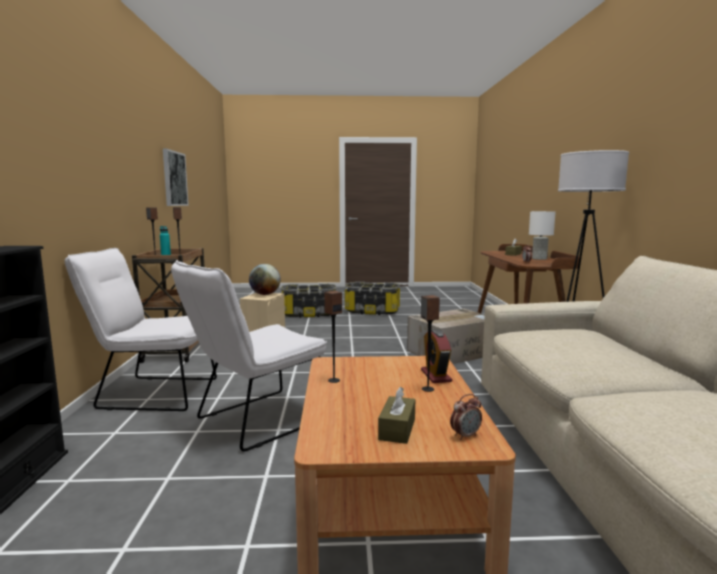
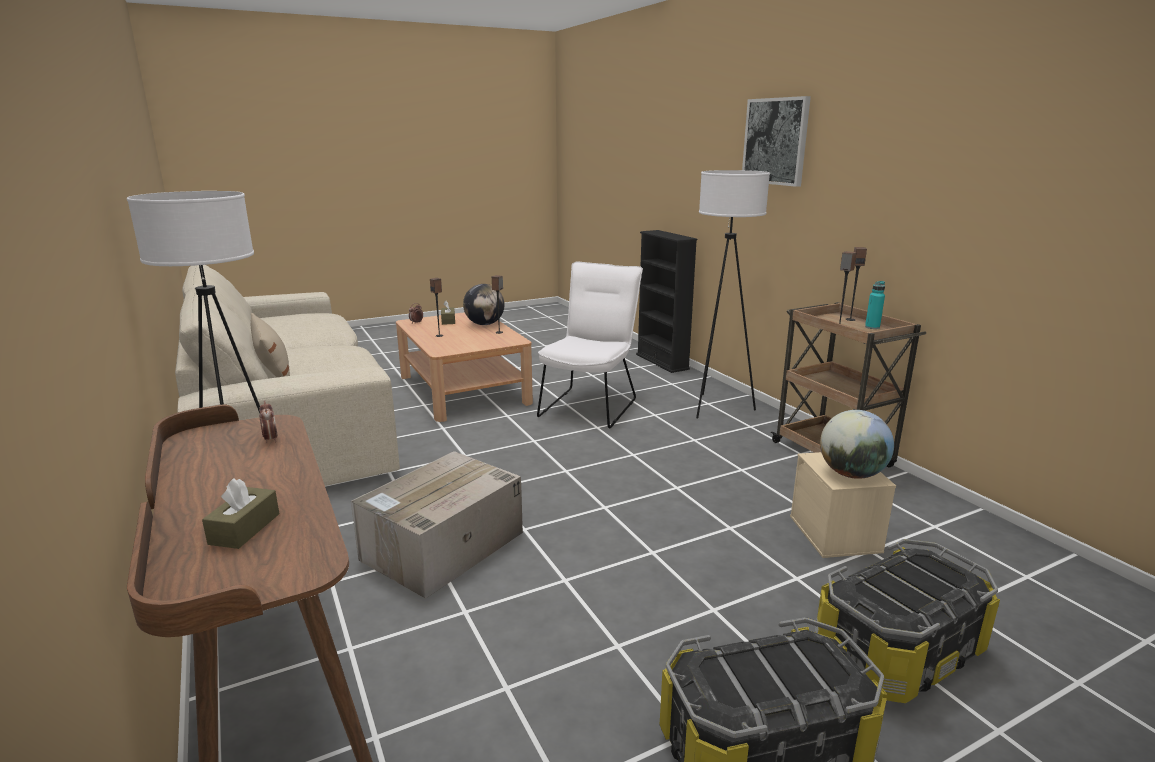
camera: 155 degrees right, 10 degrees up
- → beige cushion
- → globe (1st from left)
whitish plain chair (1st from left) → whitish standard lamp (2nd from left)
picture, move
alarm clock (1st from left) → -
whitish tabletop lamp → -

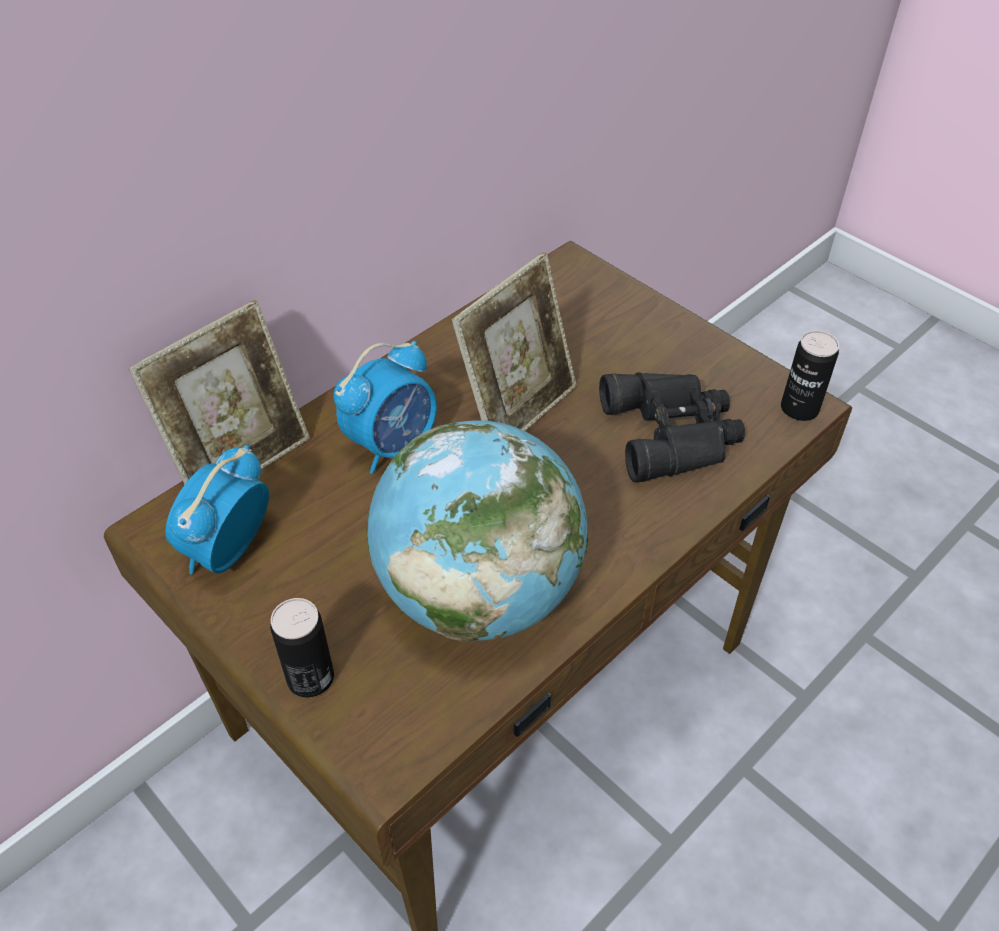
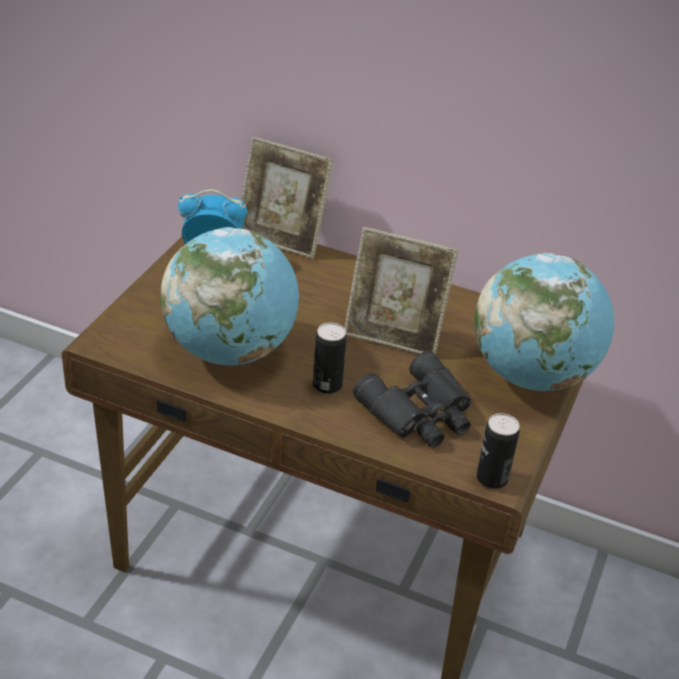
camera: 65 degrees right, 10 degrees down
sealed can (1st from left), move
- → globe (2nd from left)
alarm clock (2nd from left) → -

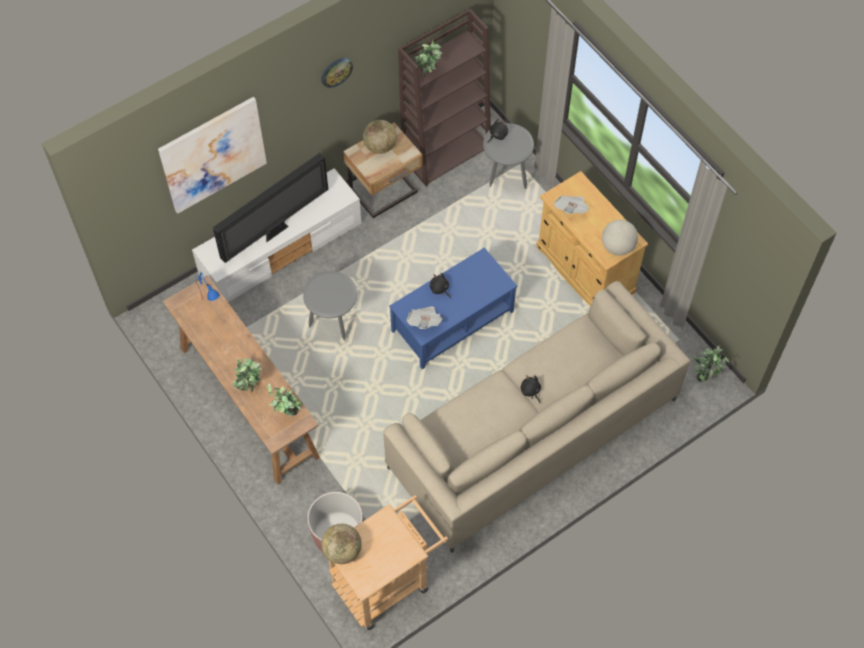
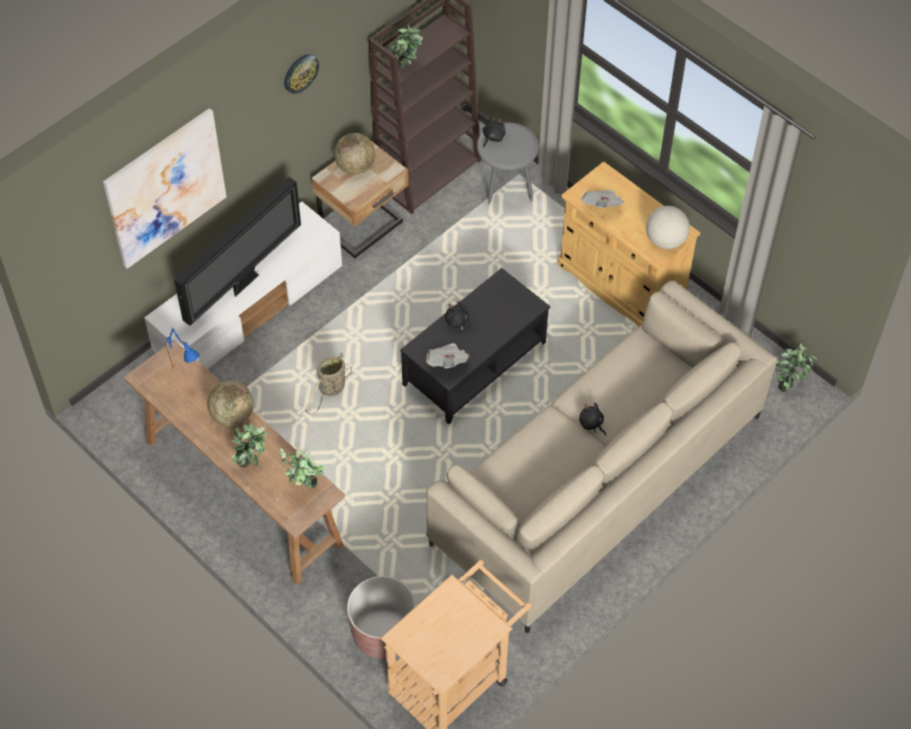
camera: 10 degrees left, 5 degrees down
globe (1st from left), move
greyish end table (1st from left) → storage basket
blue coffee table → black coffee table

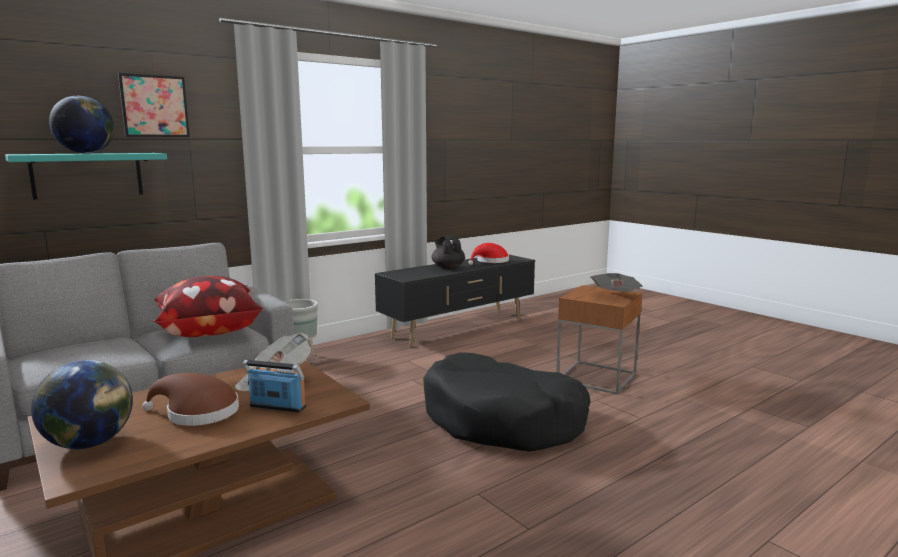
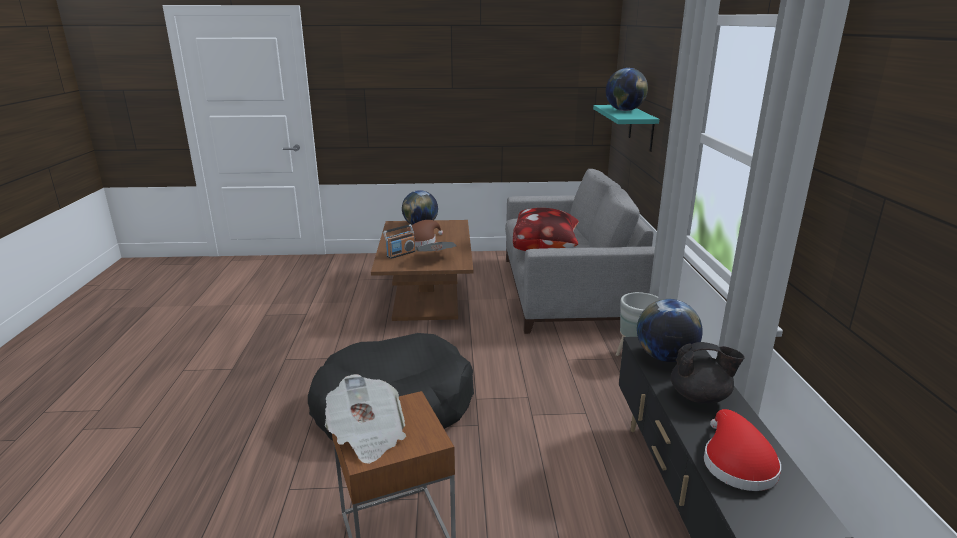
camera: 125 degrees right, 10 degrees up
- → globe (3rd from left)
picture → -

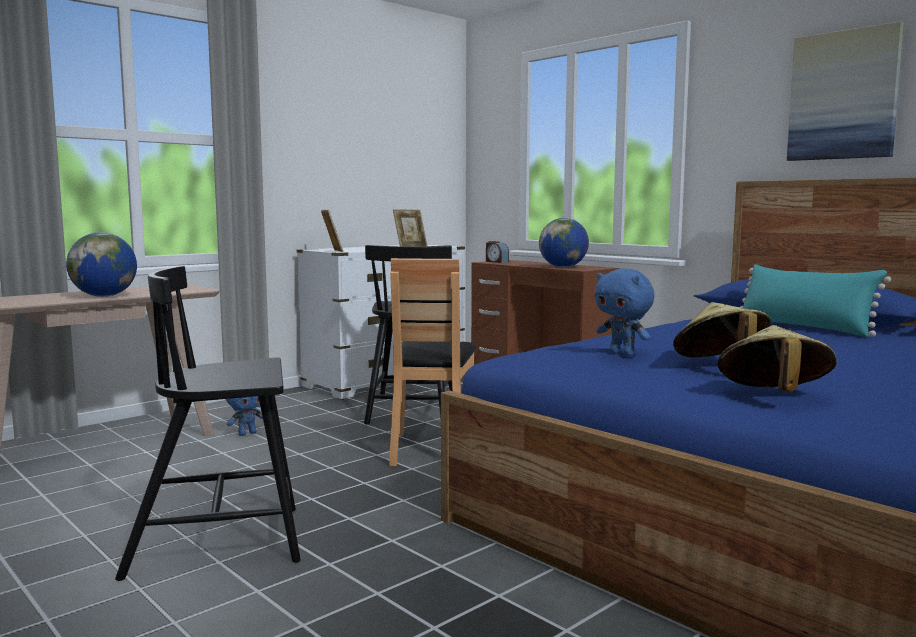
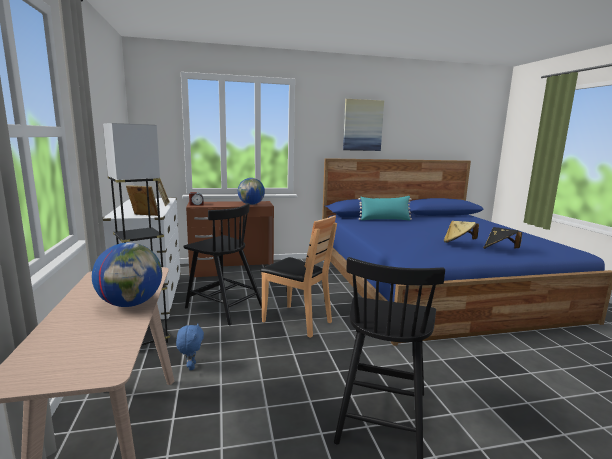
camera: 60 degrees left, 5 degrees up
- → greyish standard lamp
beige hat (2nd from left) → black hat
blue cuddly toy (2nd from left) → -

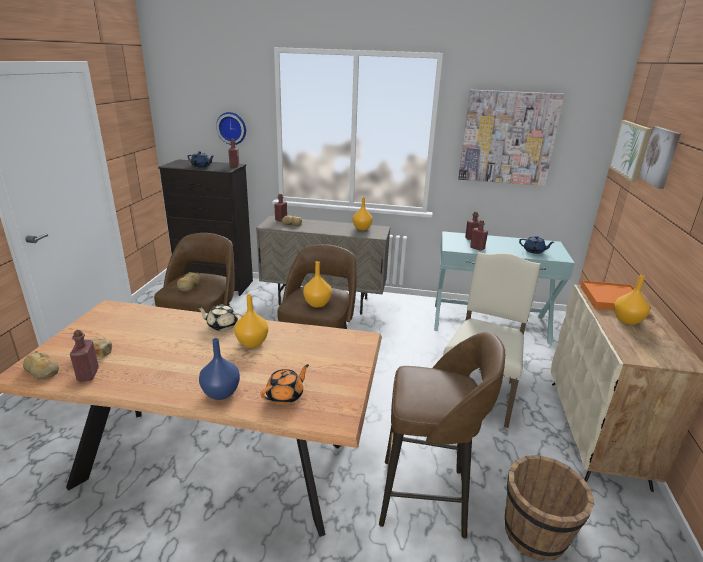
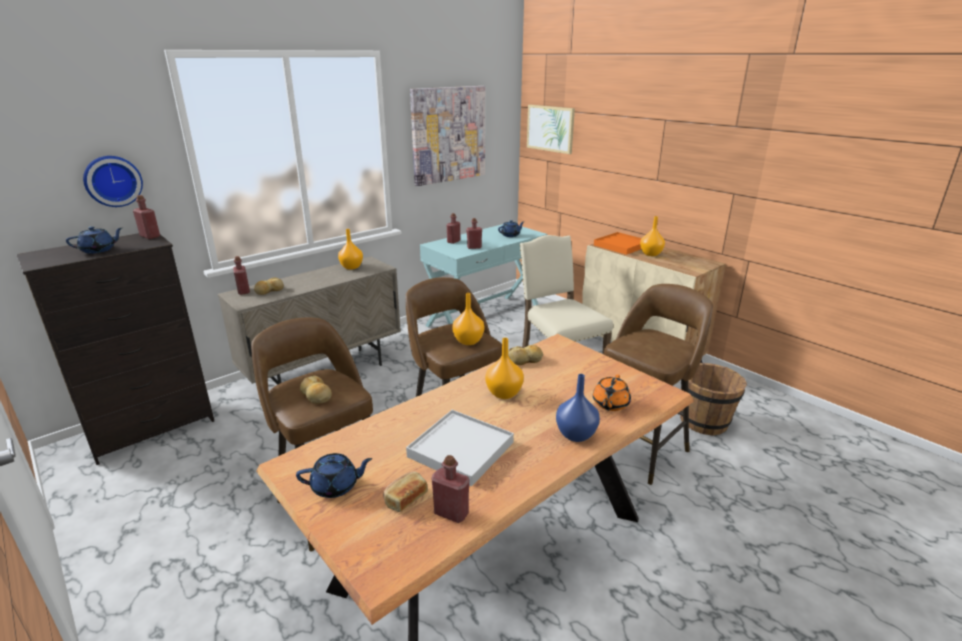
camera: 50 degrees left, 0 degrees up
- → blue pot for tea (2nd from left)
- → whitish serving tray
baked bread (1st from left in the first image) → baked bread (4th from left), move
orange-coloured pot for tea, 150 degrees counterclockwise
beige pot for tea → -
picture (3rd from left) → -

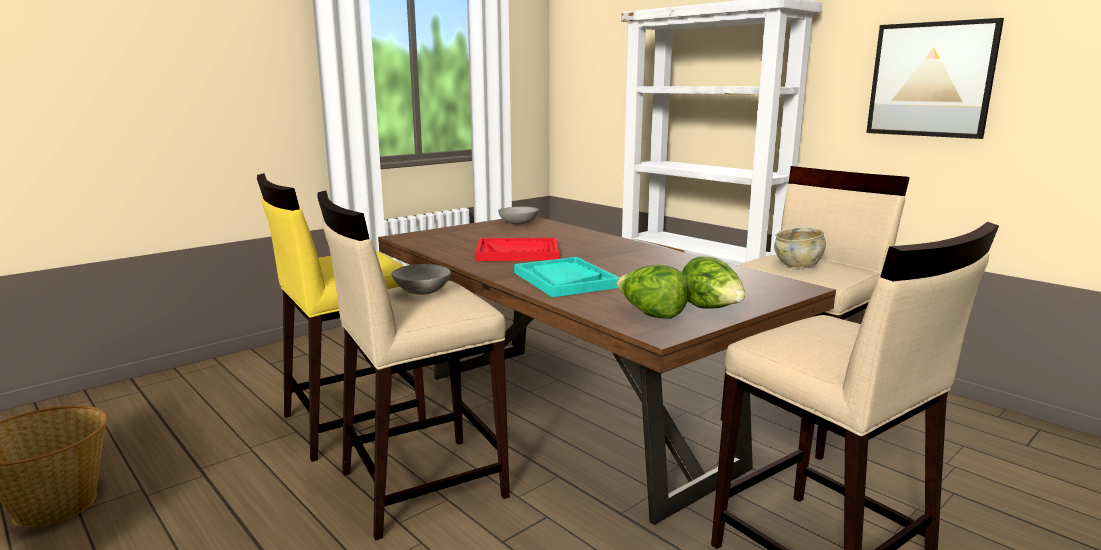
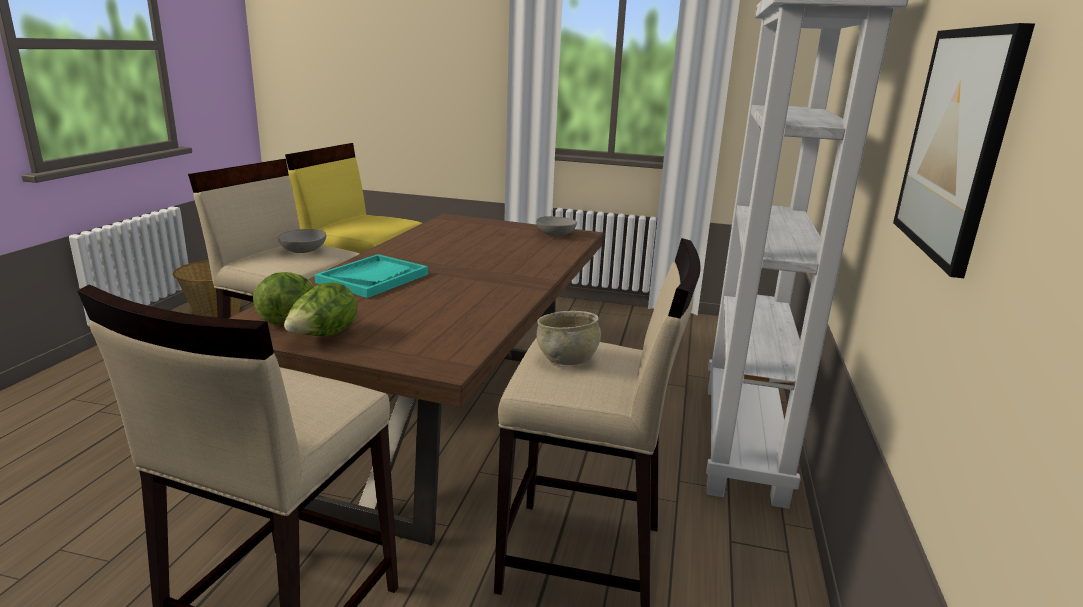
camera: 55 degrees right, 5 degrees up
red serving tray → -

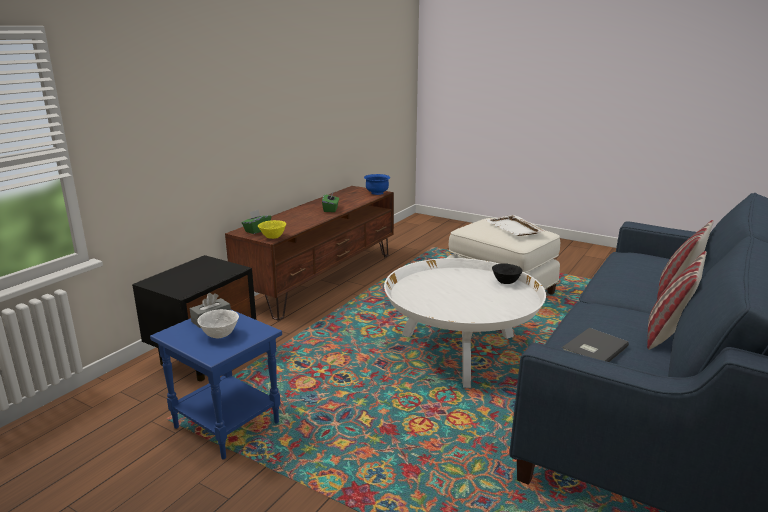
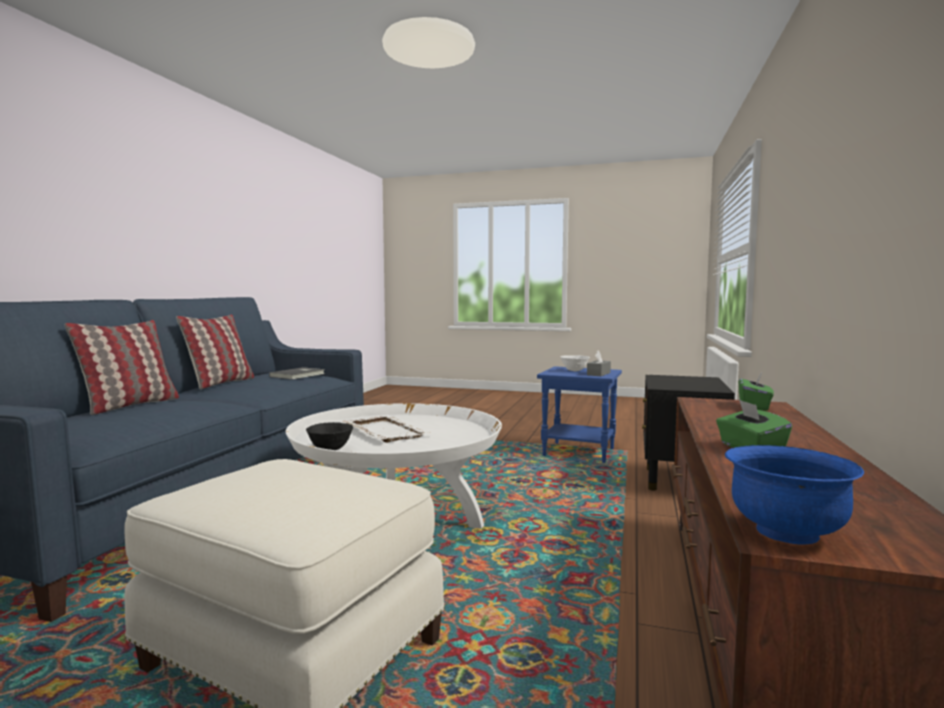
camera: 165 degrees right, 15 degrees down
whitish serving tray, move
yellow-coloured deep dish → -

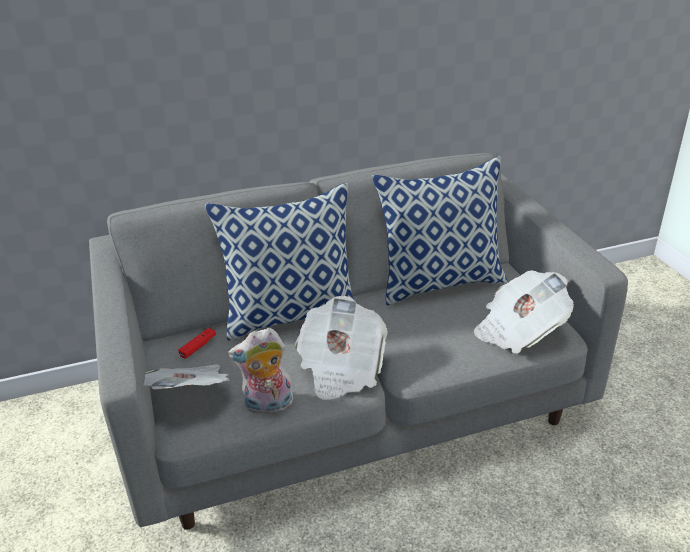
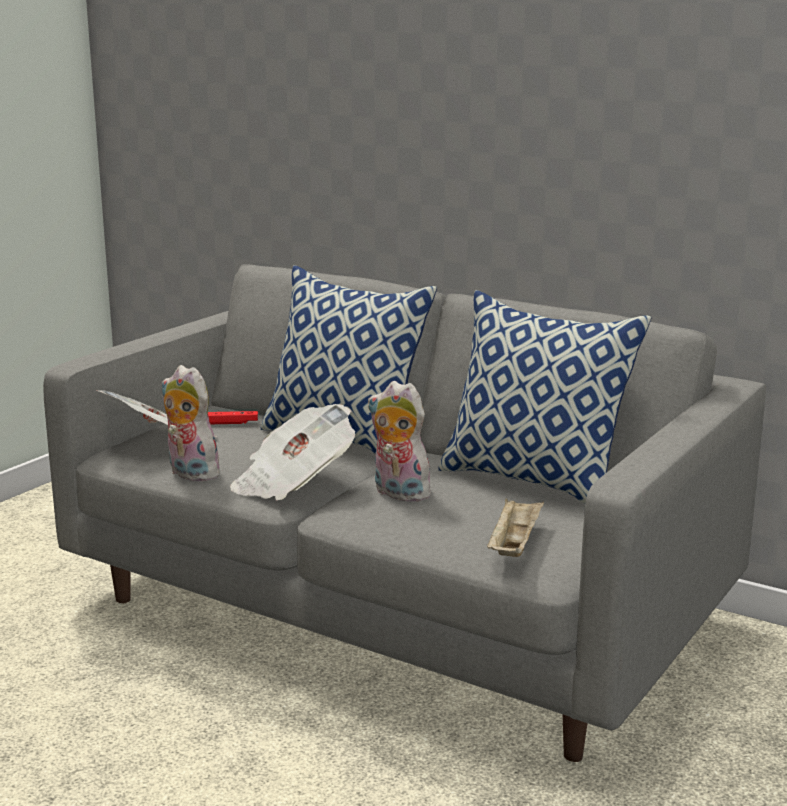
camera: 50 degrees right, 15 degrees down
- → cuddly toy (2nd from left)
daily paper (3rd from left) → beige serving tray

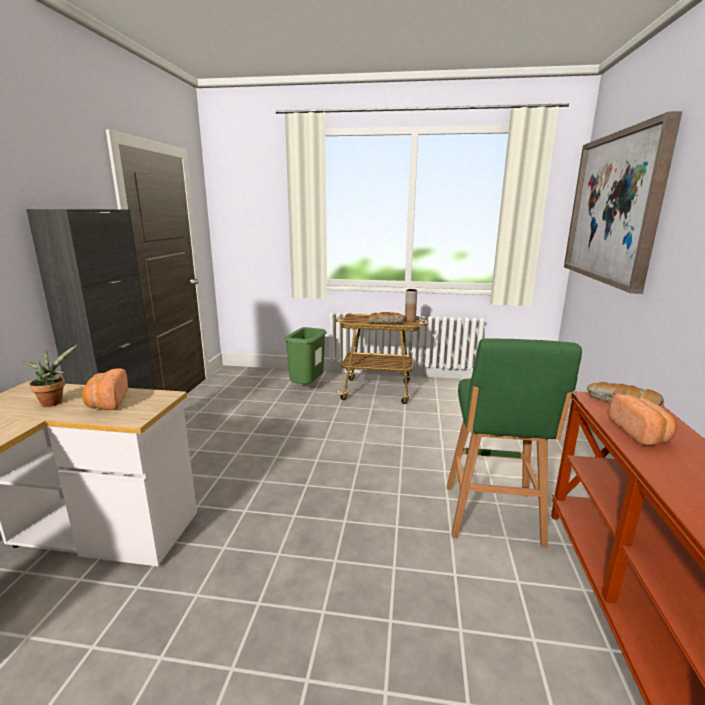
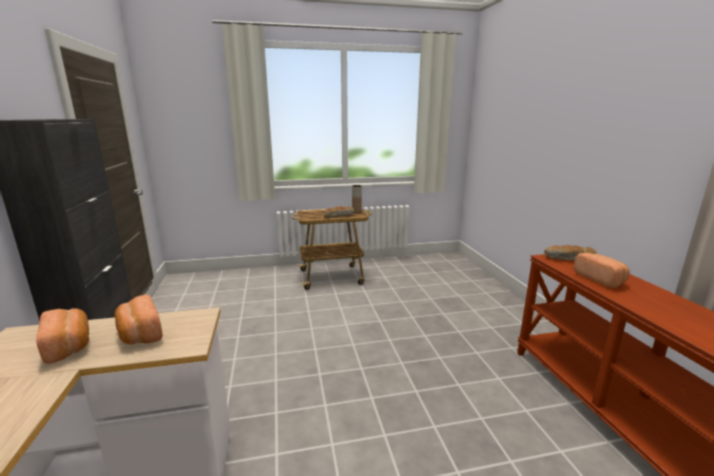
camera: 20 degrees left, 0 degrees up
plant in a pot → baked bread (1st from left)
greenish waste bin → -
greenish stool seat → -
picture → -

